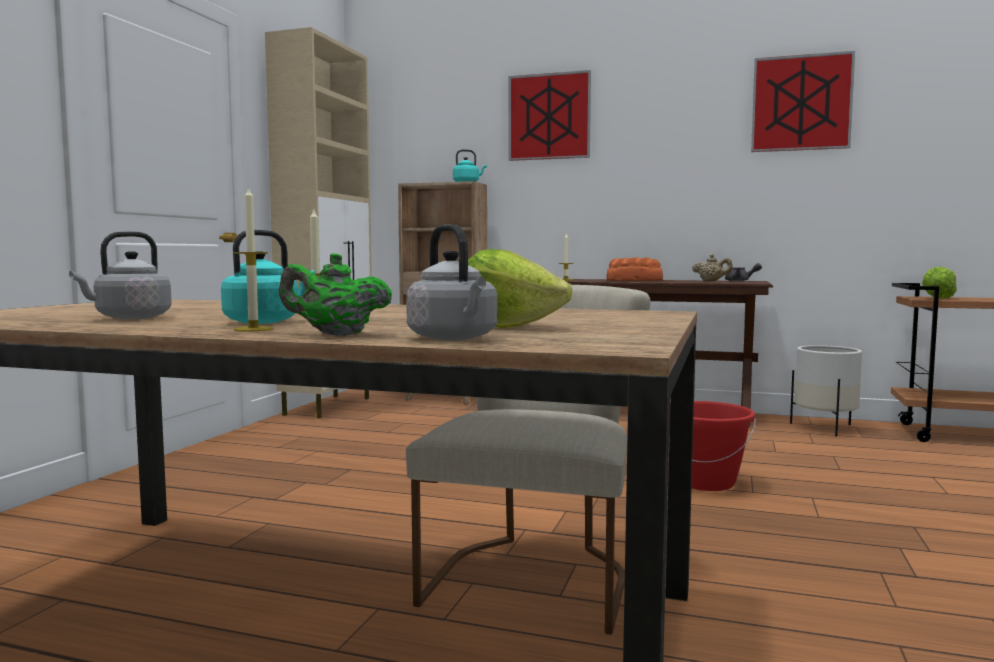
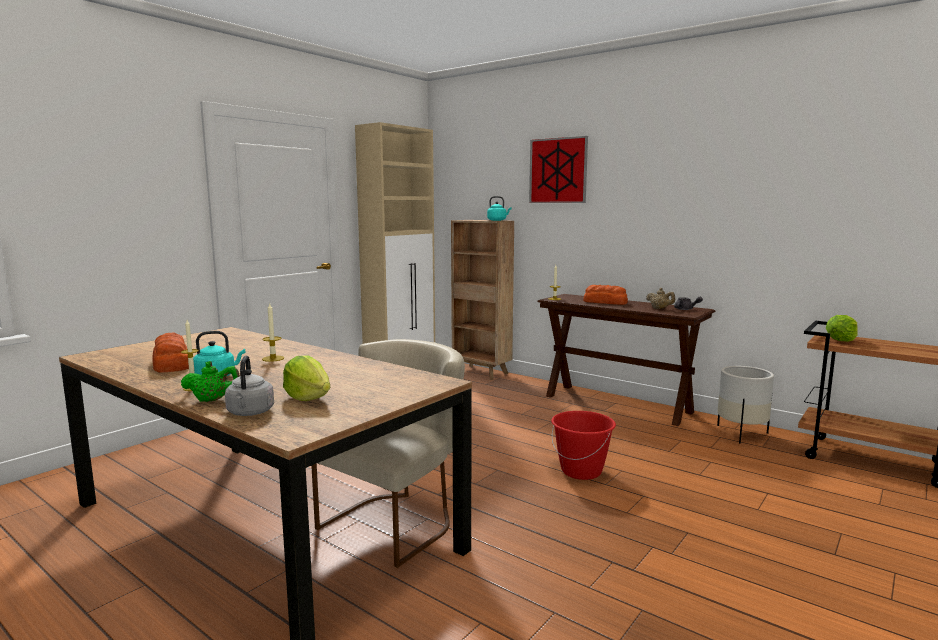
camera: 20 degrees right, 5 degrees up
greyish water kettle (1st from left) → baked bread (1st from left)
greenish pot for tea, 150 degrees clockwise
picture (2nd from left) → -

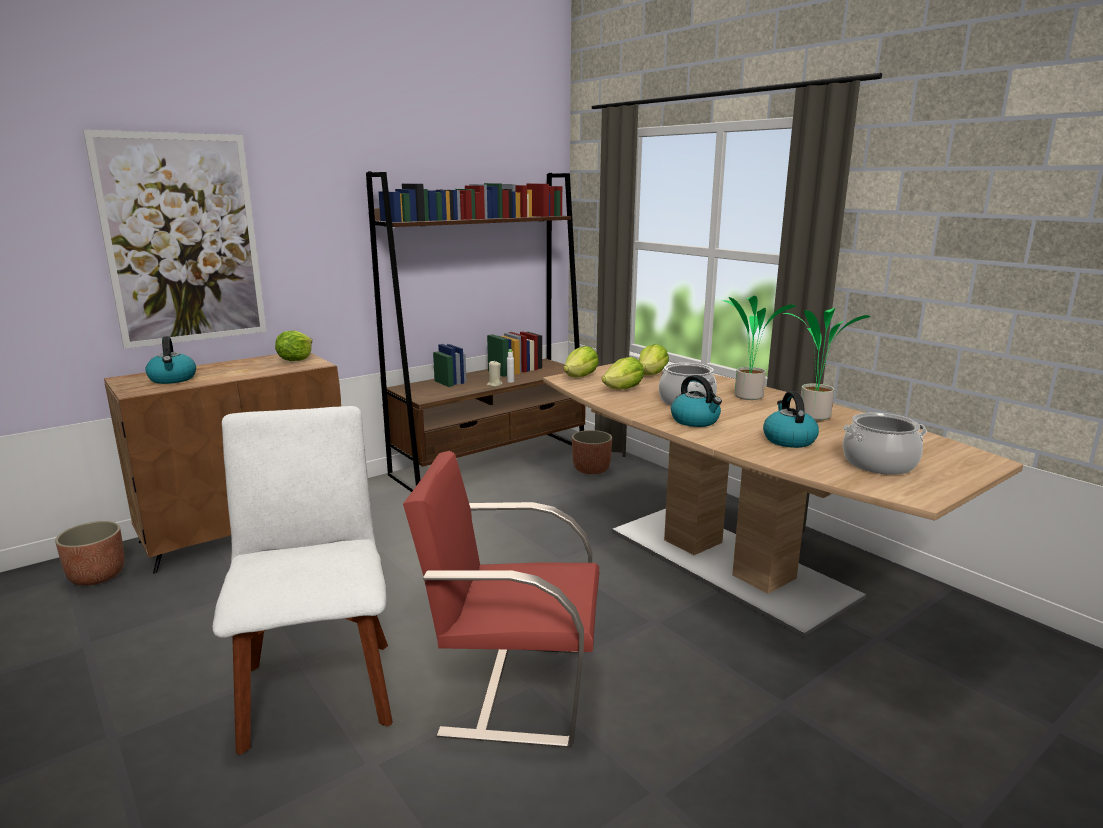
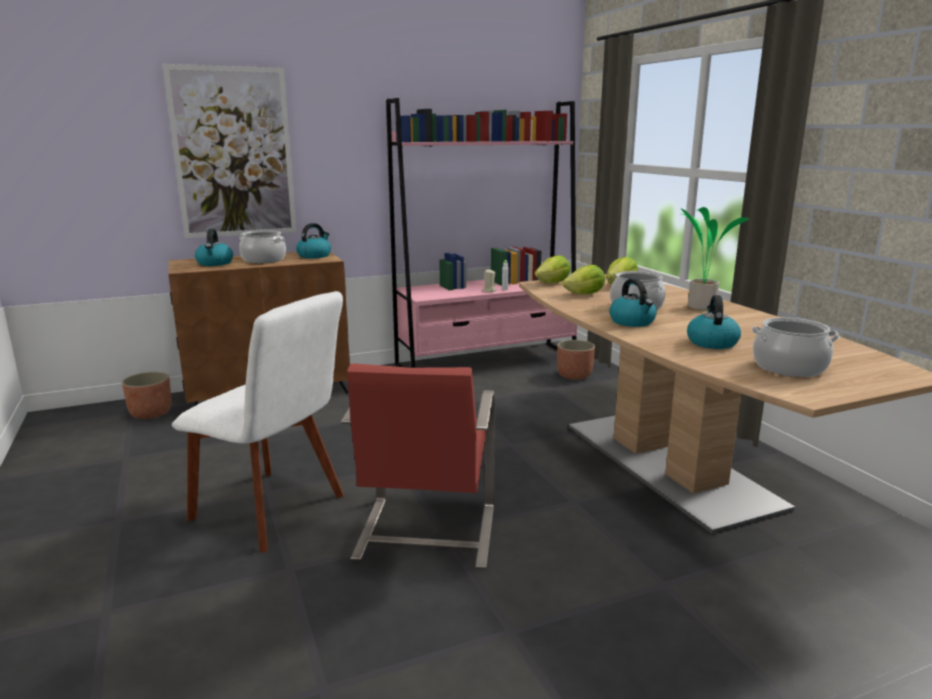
camera: 15 degrees right, 0 degrees up
whitish plain chair, 120 degrees clockwise
- → cooking pot (1st from left)
head of lettuce (1st from left) → water kettle (2nd from left)
red plain chair, 105 degrees counterclockwise
brown bookshelf → pinkish bookshelf
plant in a pot (2nd from left) → -

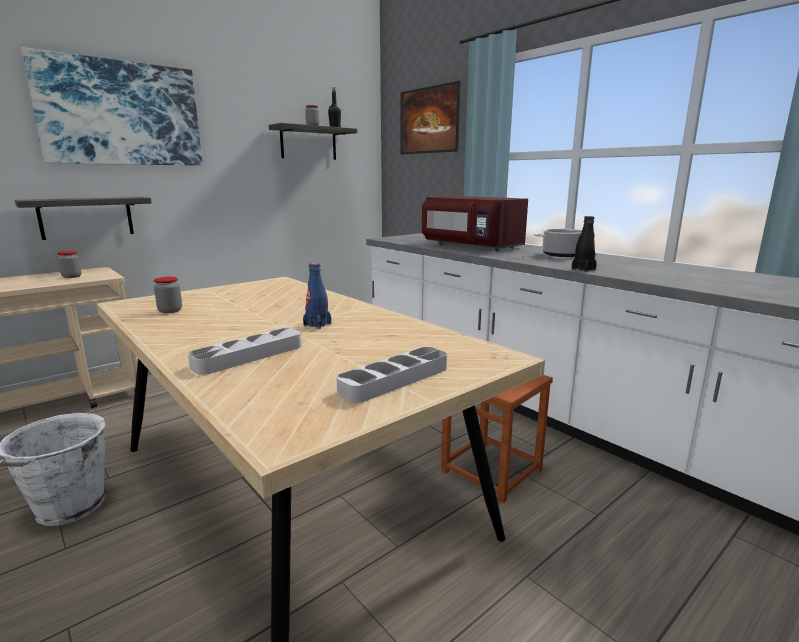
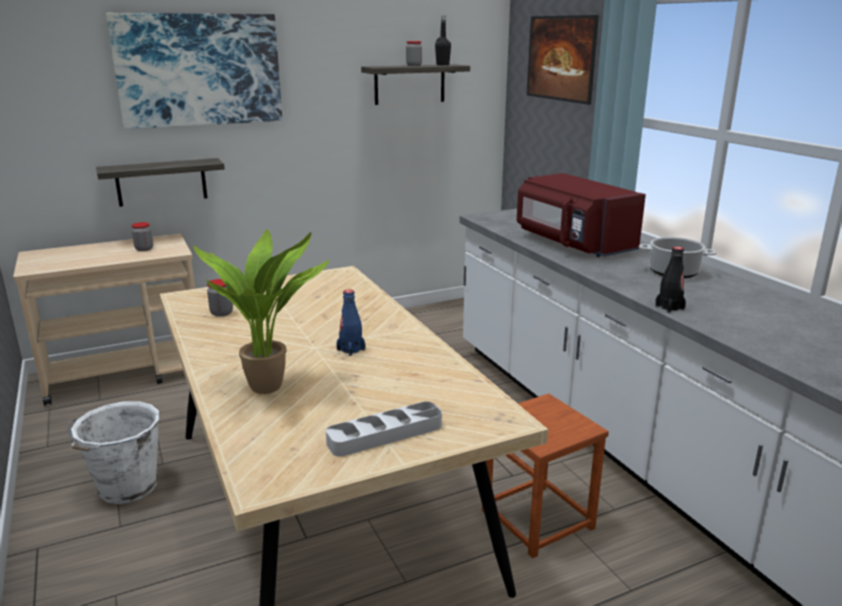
camera: 15 degrees right, 5 degrees up
greyish serving tray (1st from left) → plant in a pot

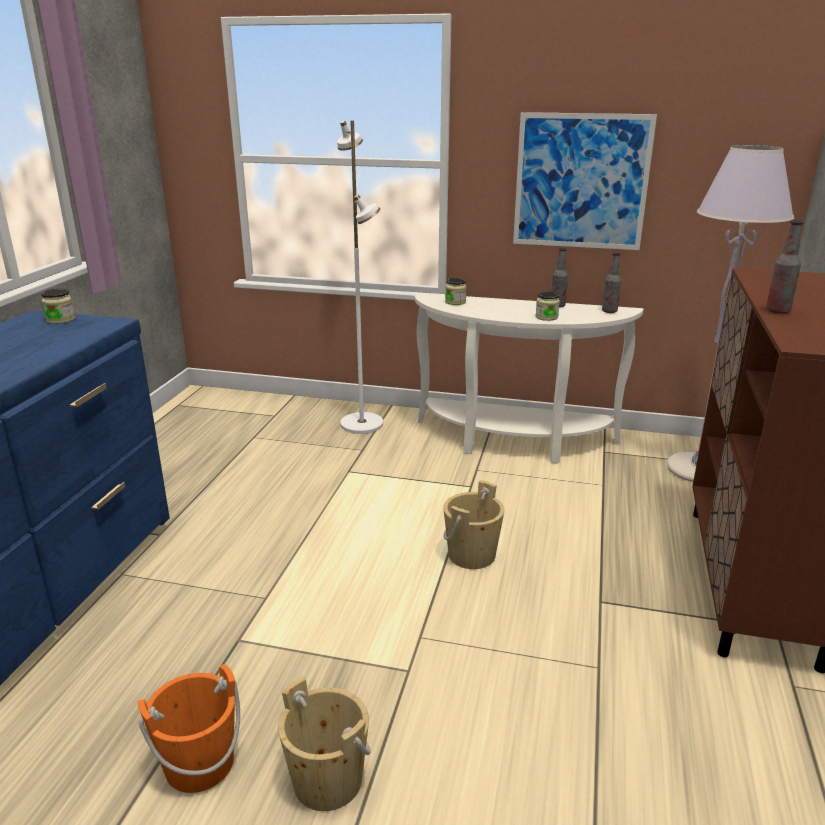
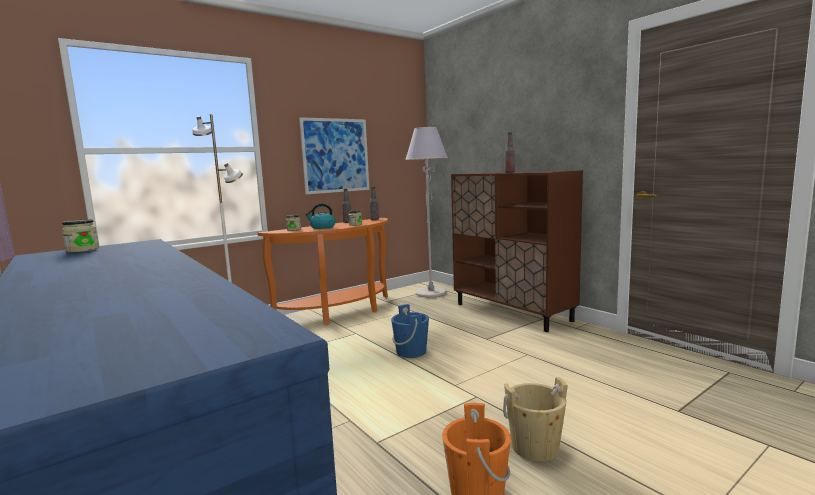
camera: 50 degrees left, 15 degrees down
whitish console table → orange-coloured console table
- → water kettle
beige water bucket (2nd from left) → blue water bucket

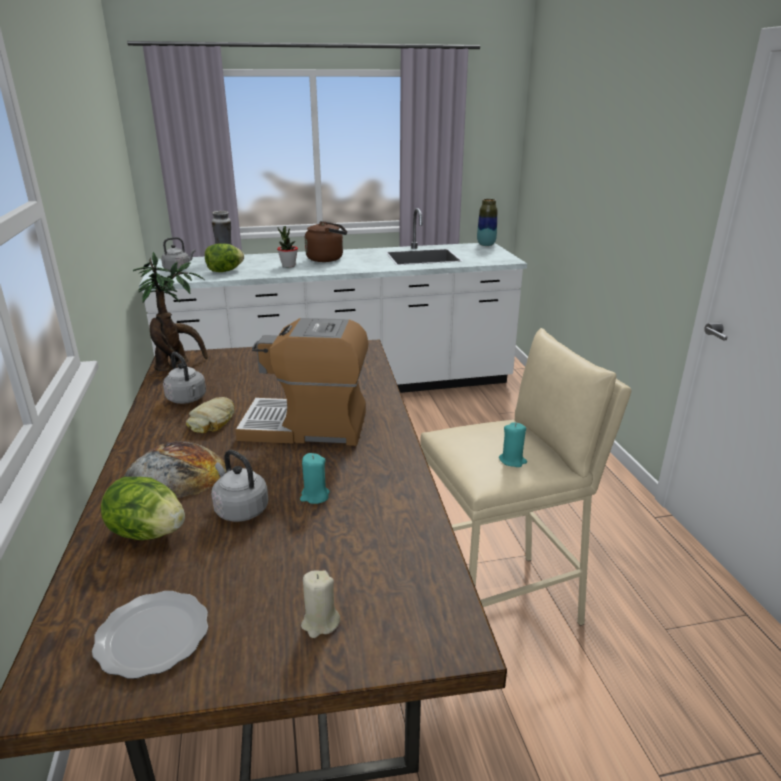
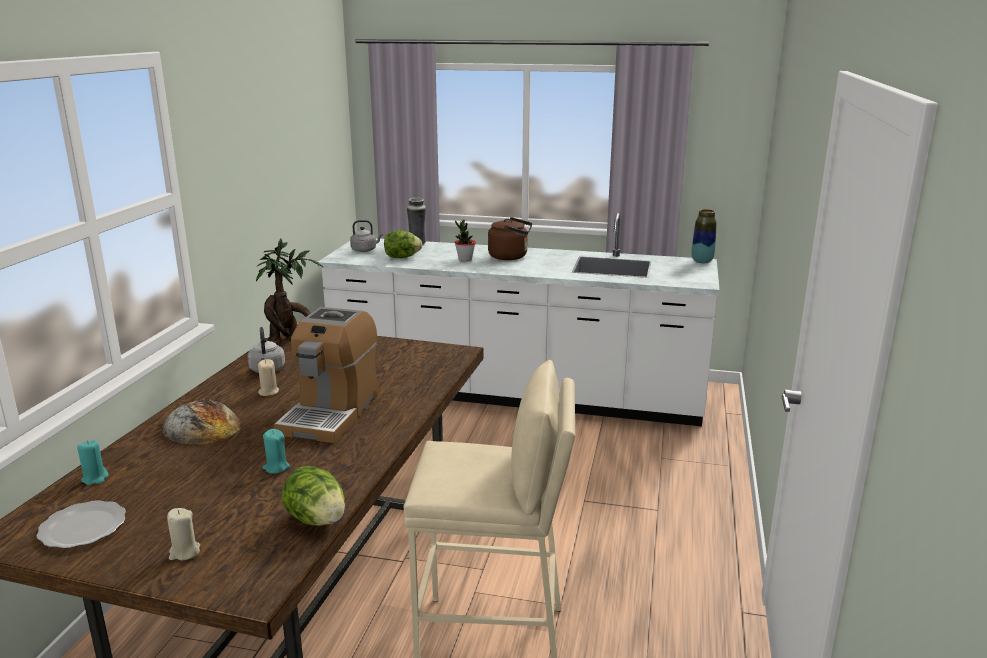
camera: 25 degrees right, 5 degrees down
blue-green candle (2nd from left in the first image) → blue-green candle (1st from left), move
baked bread (2nd from left) → beige candle (2nd from left)
coffee maker, 105 degrees counterclockwise
head of lettuce (1st from left), move
greyish water kettle (3rd from left) → -

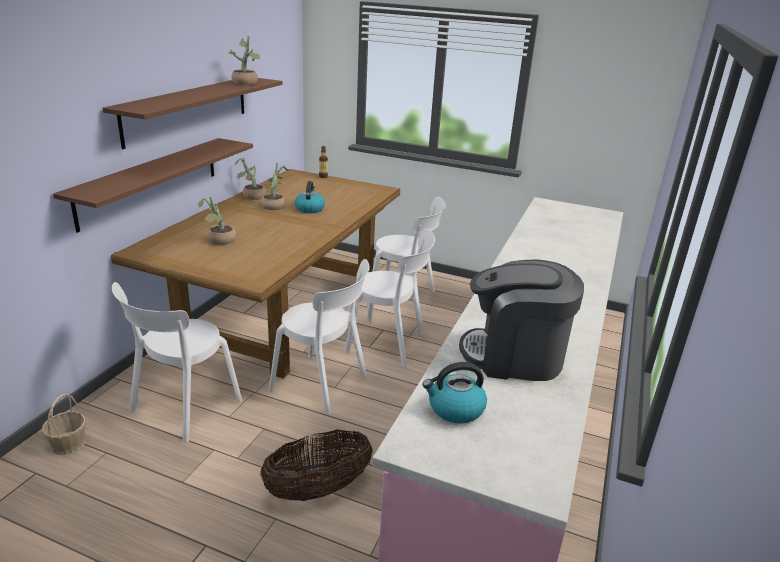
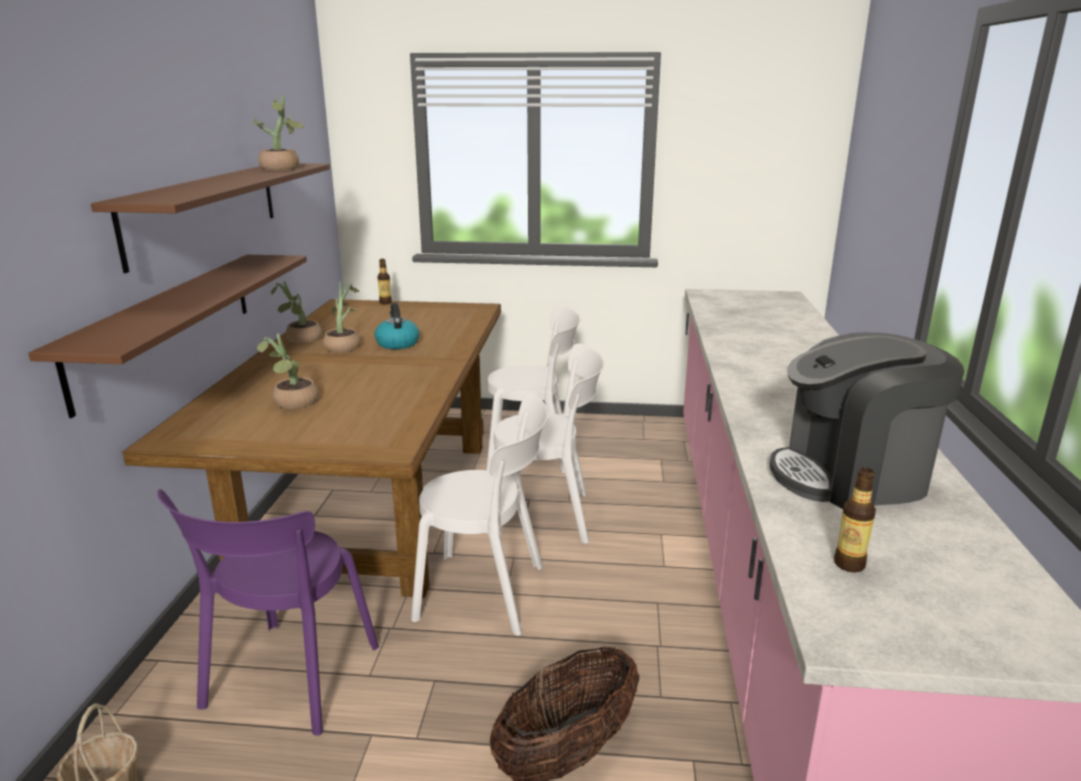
camera: 15 degrees left, 5 degrees down
whitish plain chair (1st from left) → purple-coloured plain chair
water kettle (2nd from left) → beverage bottle (2nd from left)

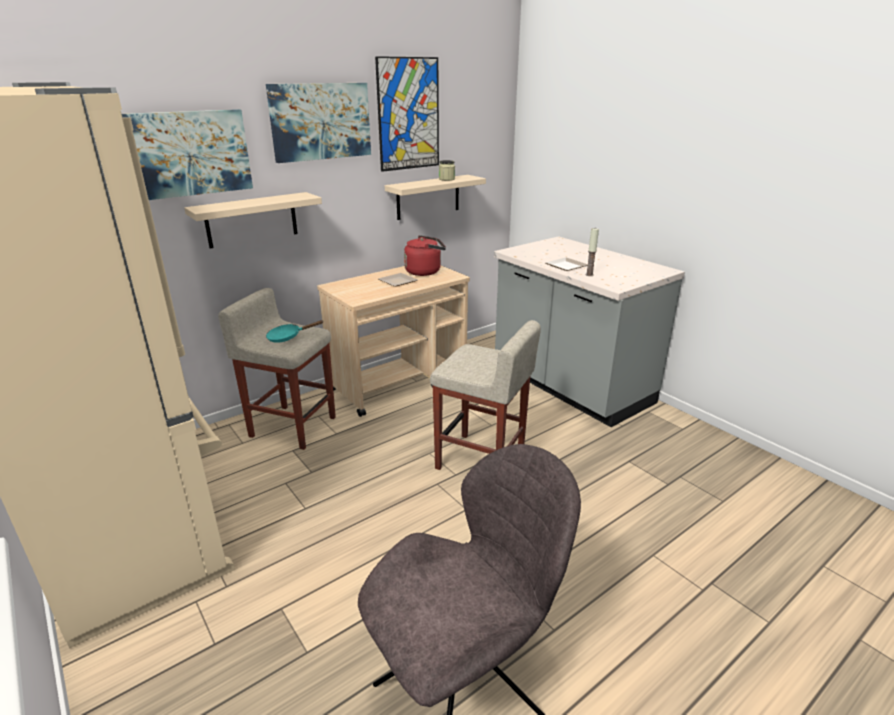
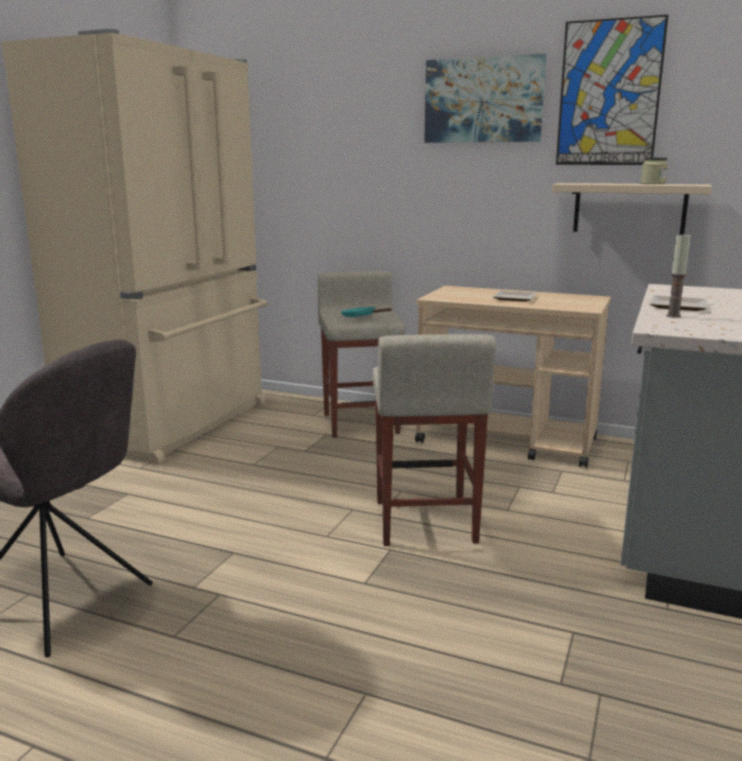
camera: 60 degrees right, 10 degrees down
picture (1st from left) → -
beige shelf (1st from left) → -
red water kettle → -

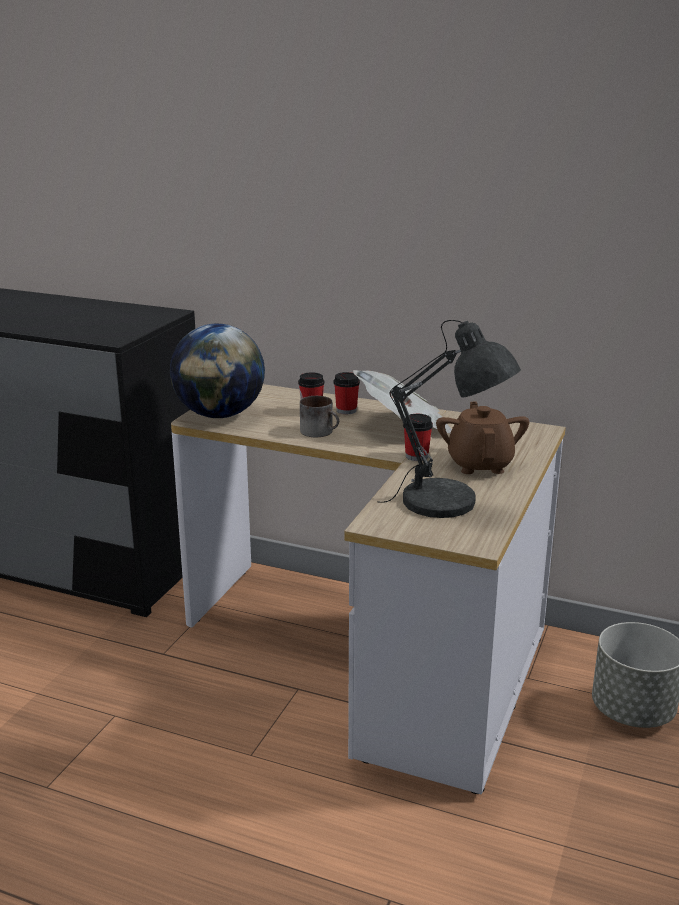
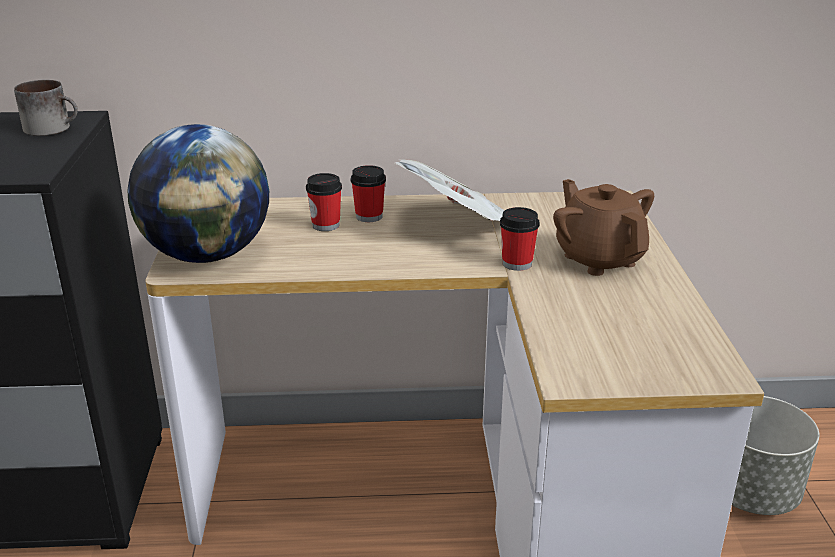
camera: 25 degrees left, 5 degrees up
coffee mug, move
greyish tabletop lamp → -

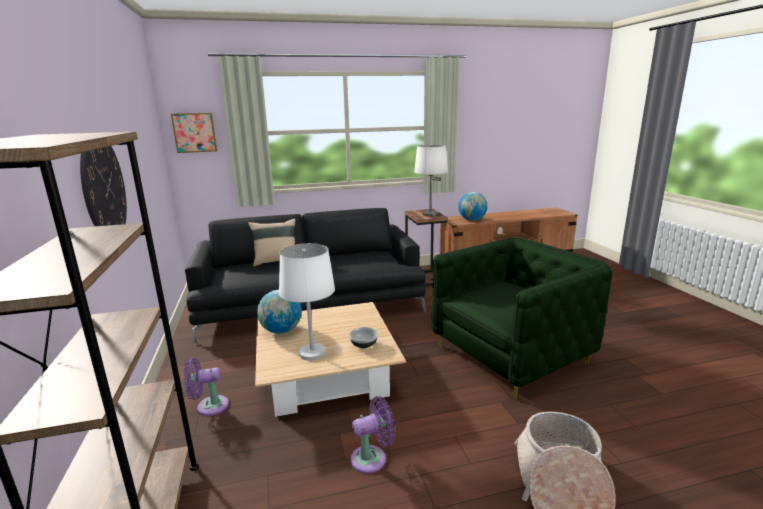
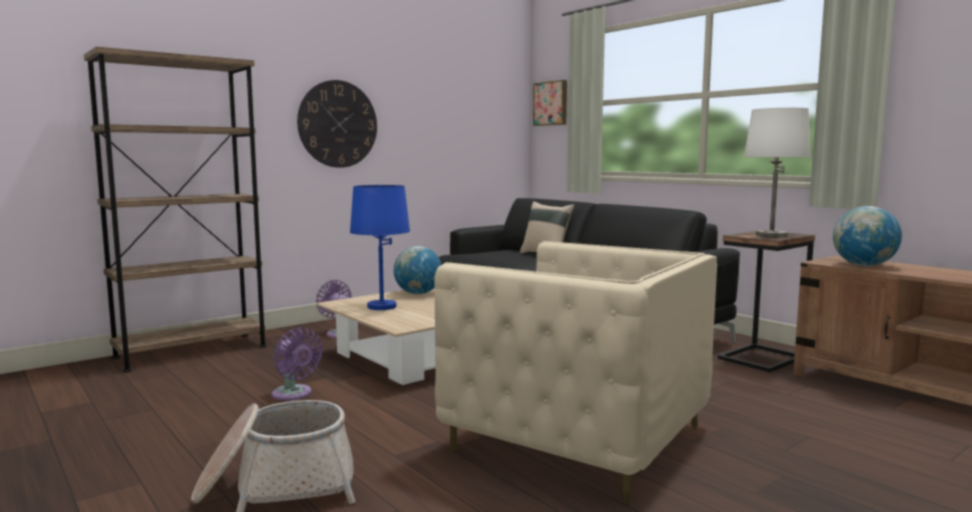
camera: 65 degrees right, 10 degrees down
whitish tabletop lamp (1st from left) → blue tabletop lamp
greenish easy chair → beige easy chair
deep dish → -

